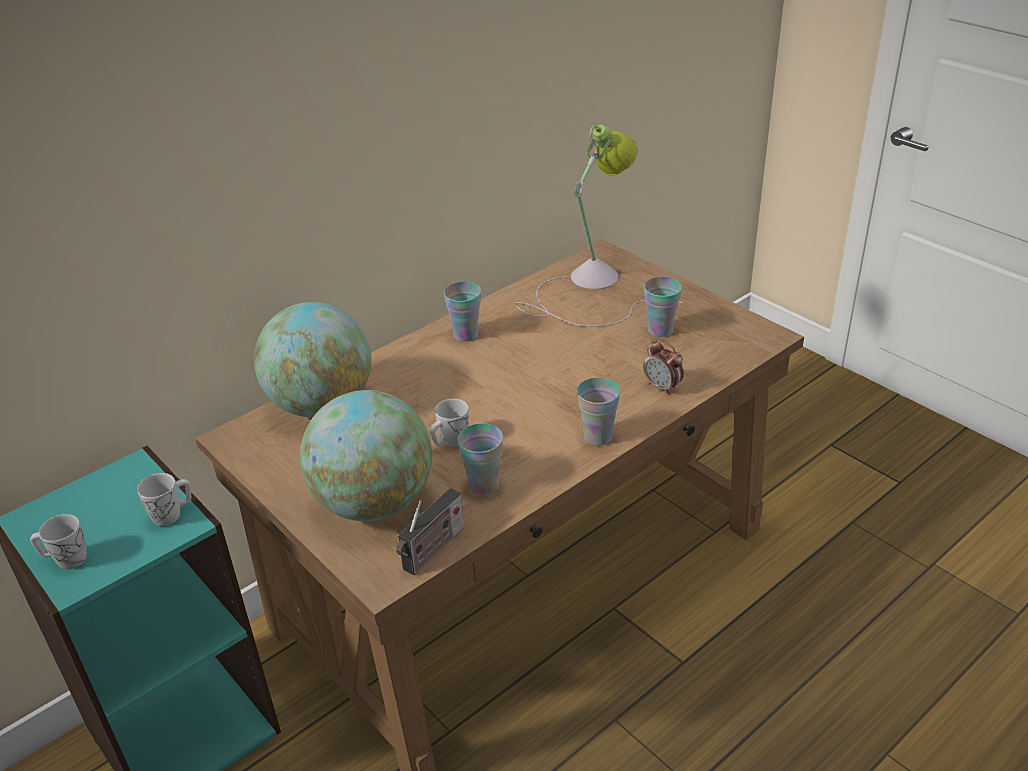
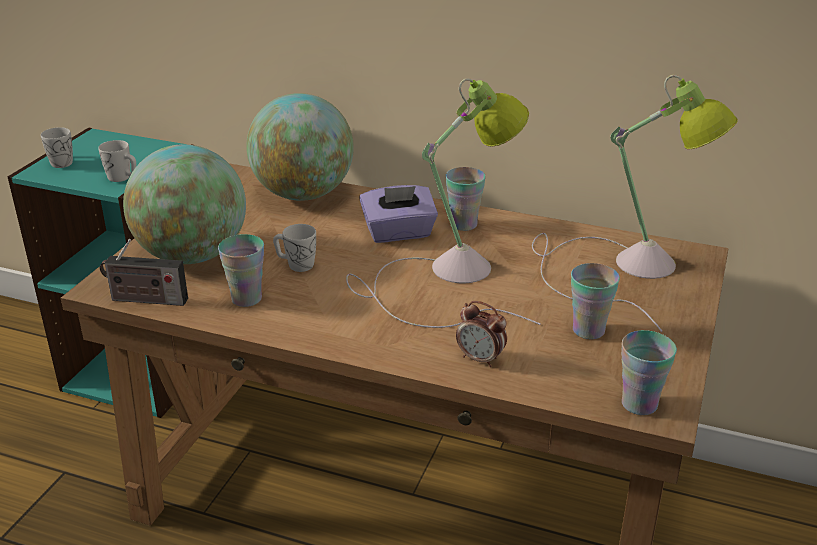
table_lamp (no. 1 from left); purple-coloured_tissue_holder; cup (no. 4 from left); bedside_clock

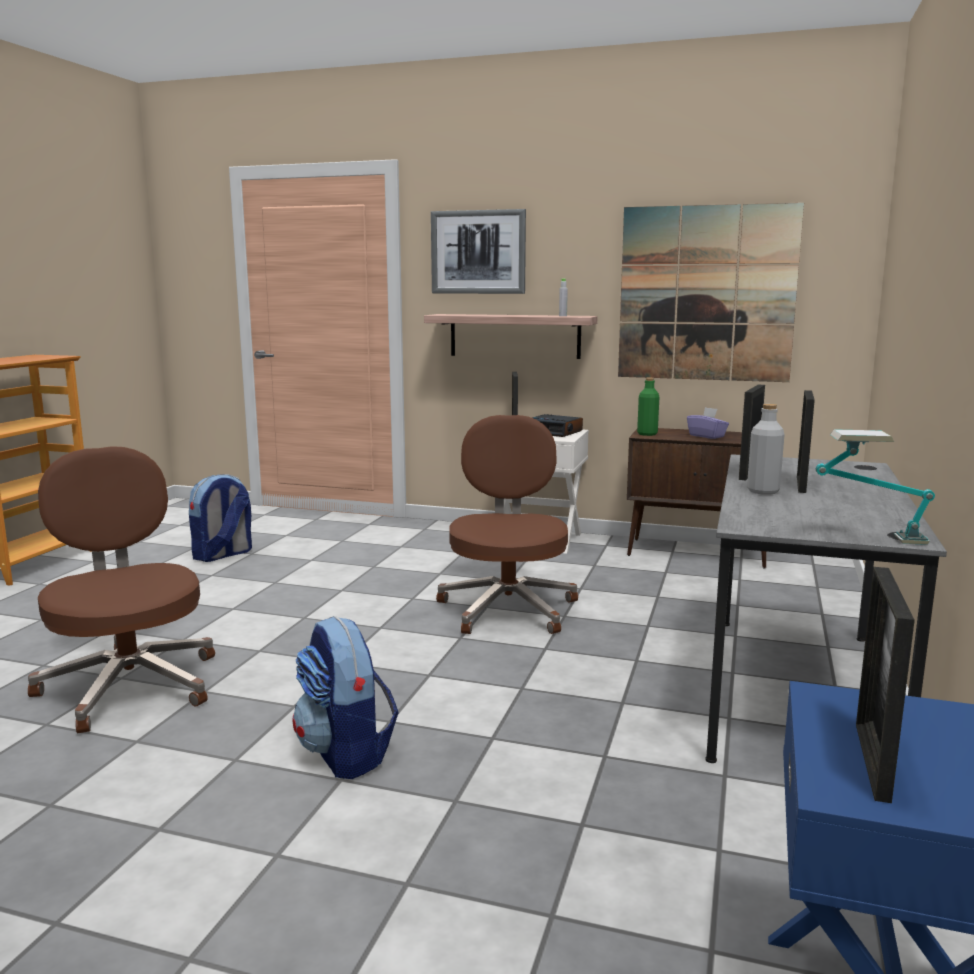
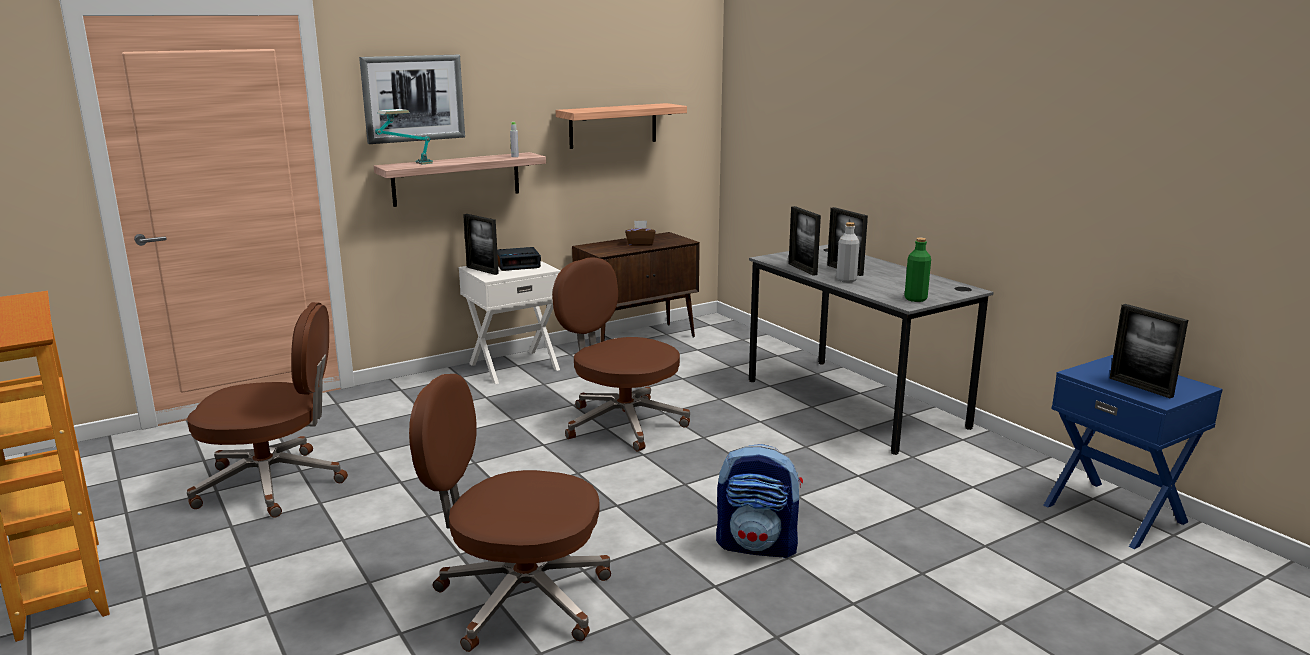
greenish_drink_bottle; table_lamp; brownish_office_chair (no. 1 from left); shelf (no. 2 from left); brownish_tissue_holder

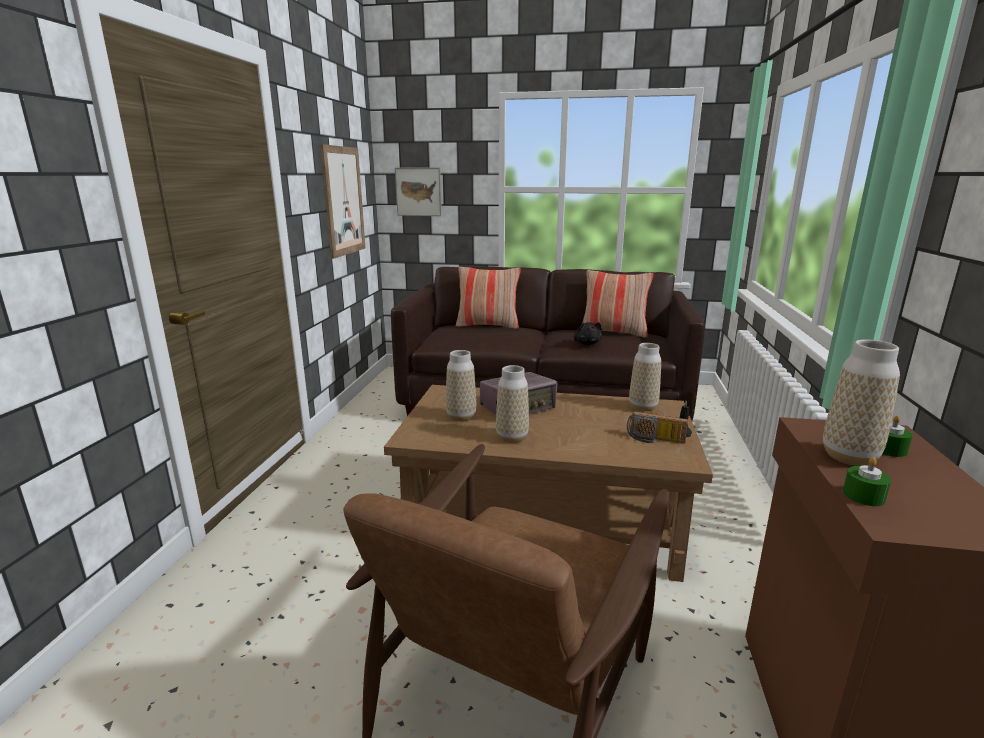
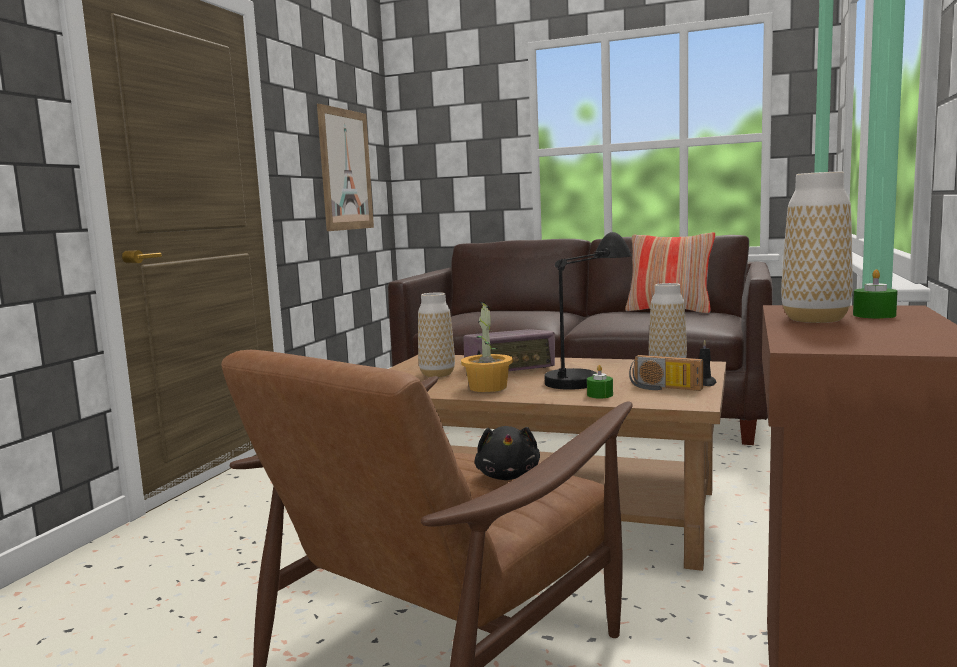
wall_picture (no. 2 from left in the first image); throw_pillow (no. 1 from left in the first image); black_table_lamp; black_cuddly_toy; greenish_wax_light (no. 1 from left); houseplant

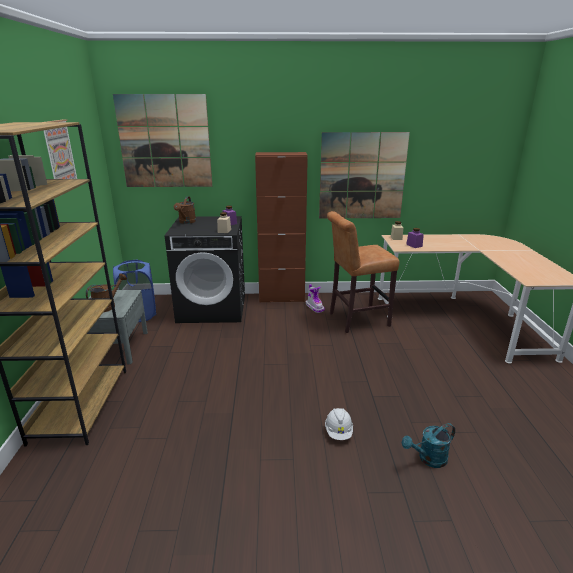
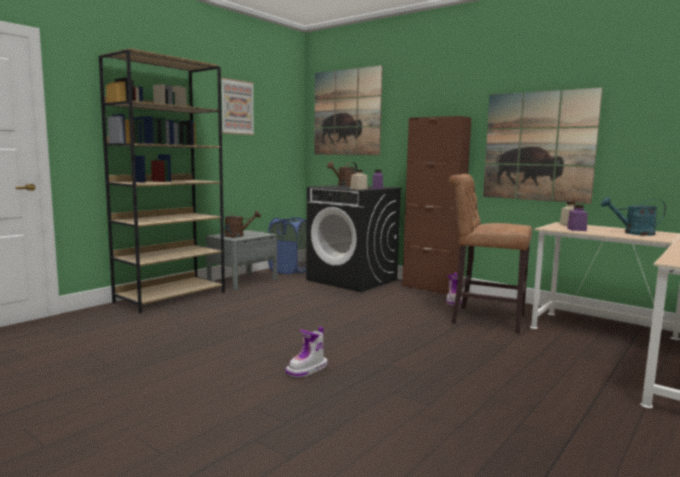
blue-green_sprinkling_can; tall_boot (no. 1 from left)

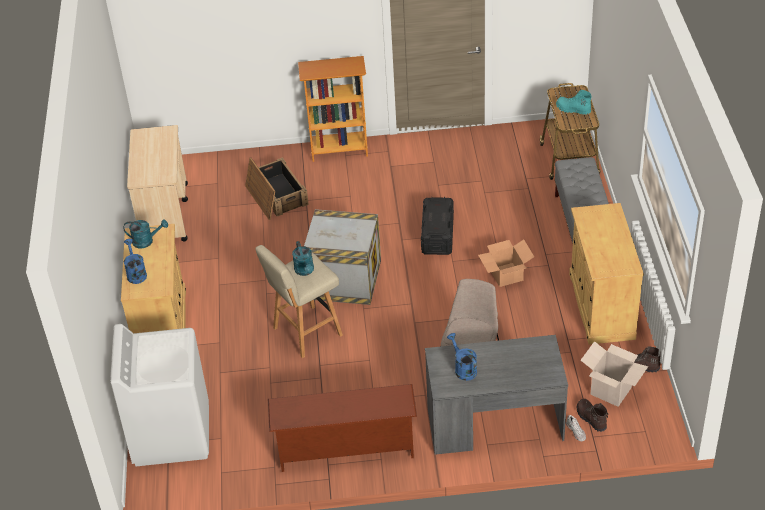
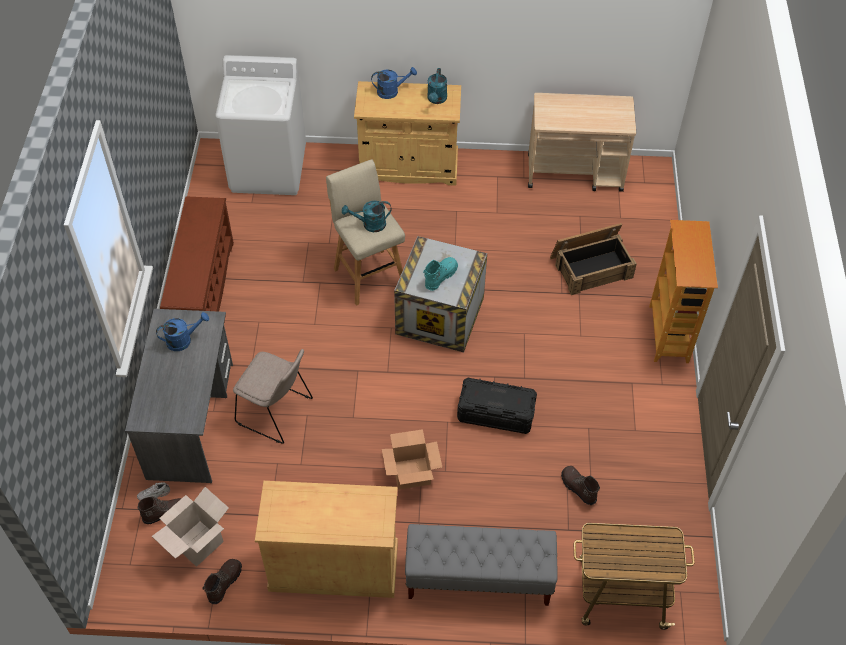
brownish_tall_boot (no. 3 from left); blue-green_tall_boot

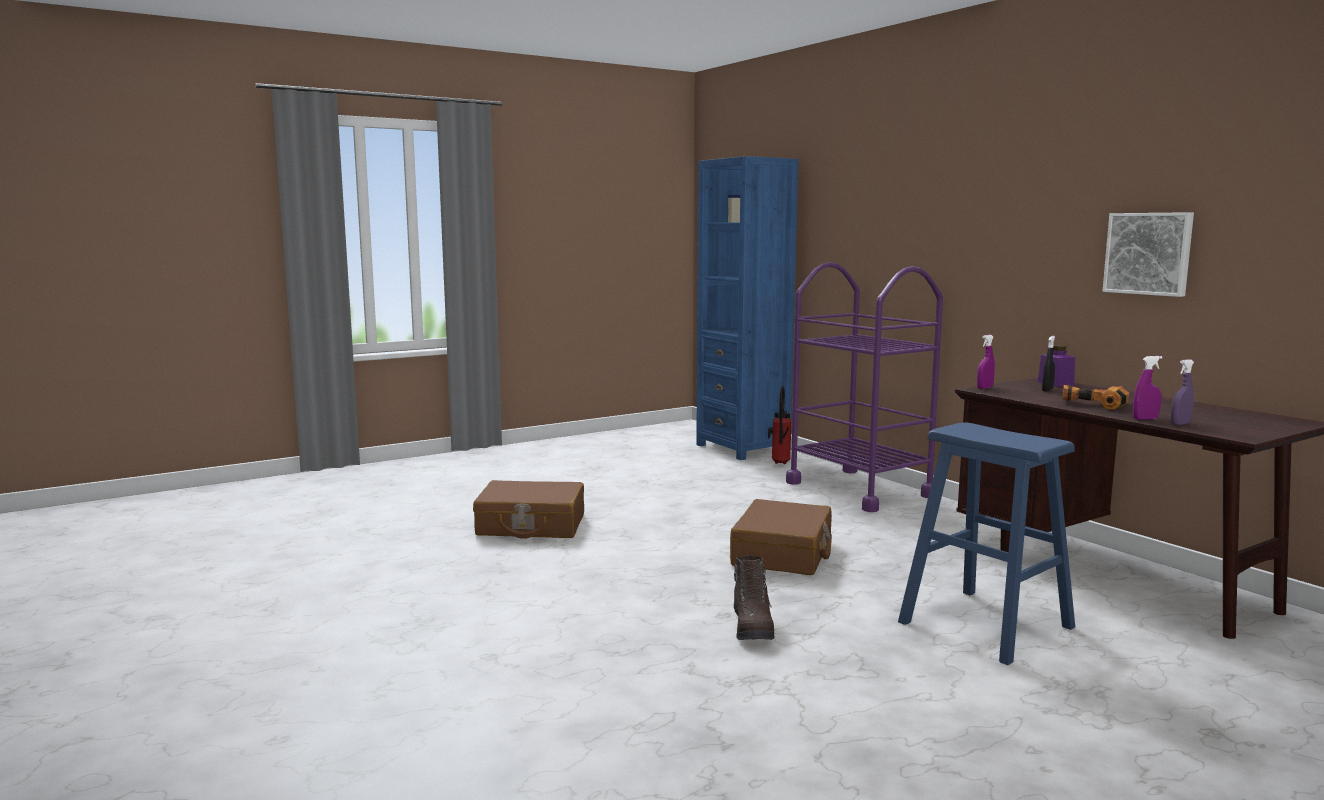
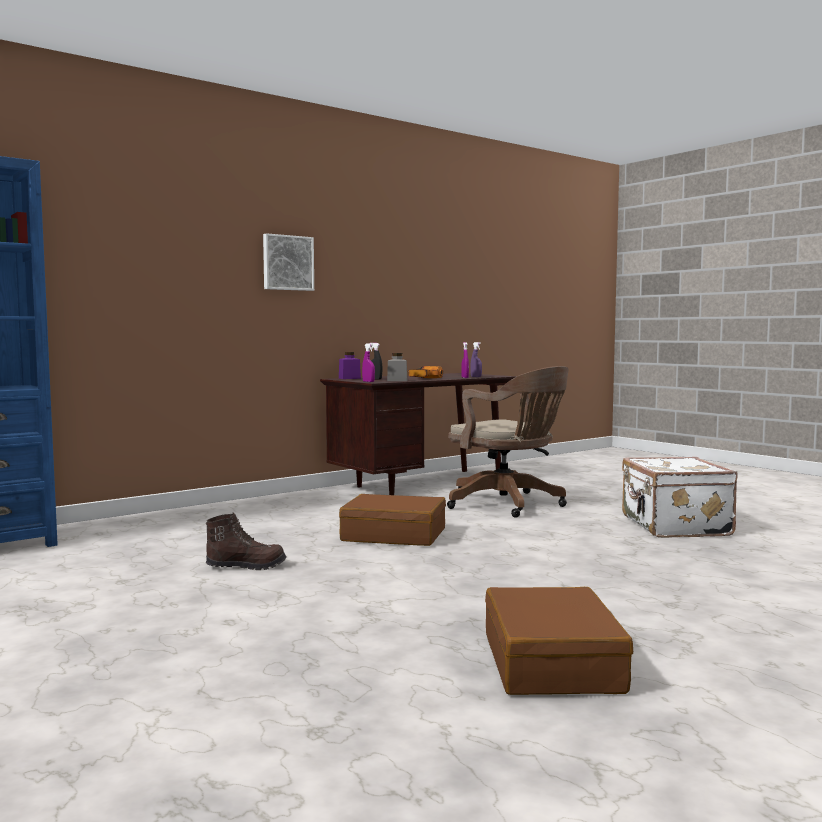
fire-fighting_cylinder; purple-coloured_trolley; gray_storage_jar; white_suitcase; brownish_suitcase (no. 2 from left); brownish_tall_boot; wall_picture; brownish_office_chair

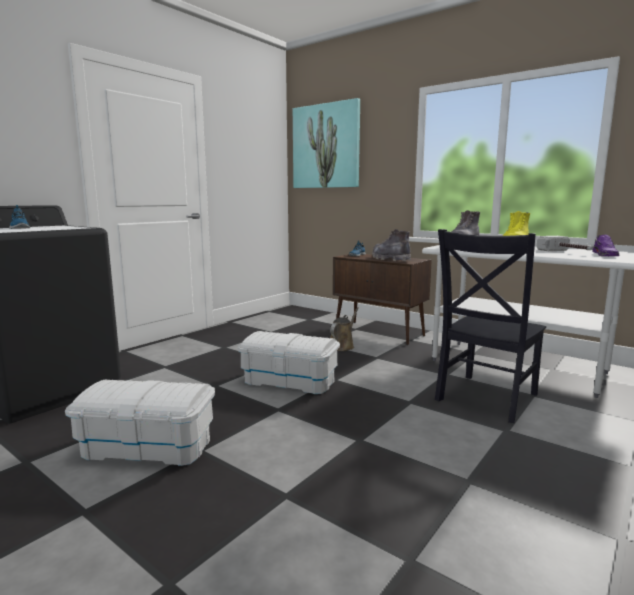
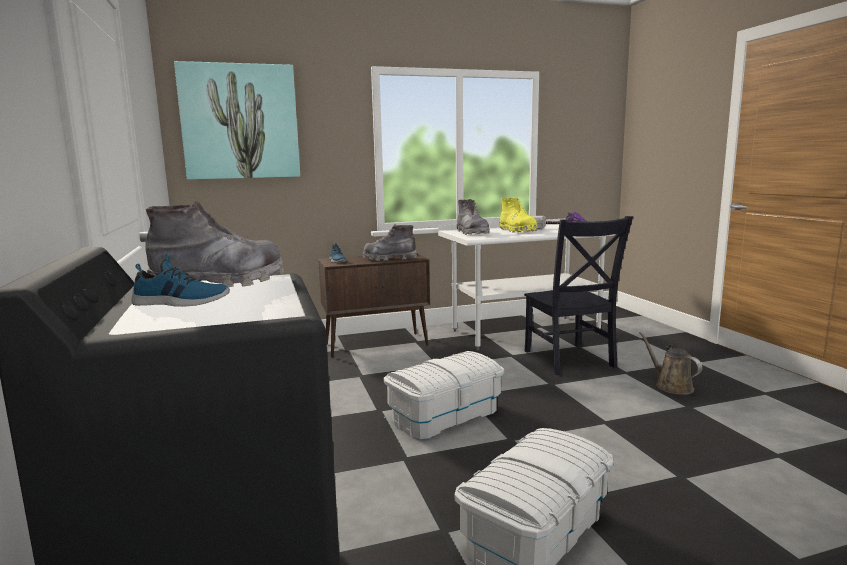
gray_tall_boot (no. 1 from left); brownish_sprinkling_can

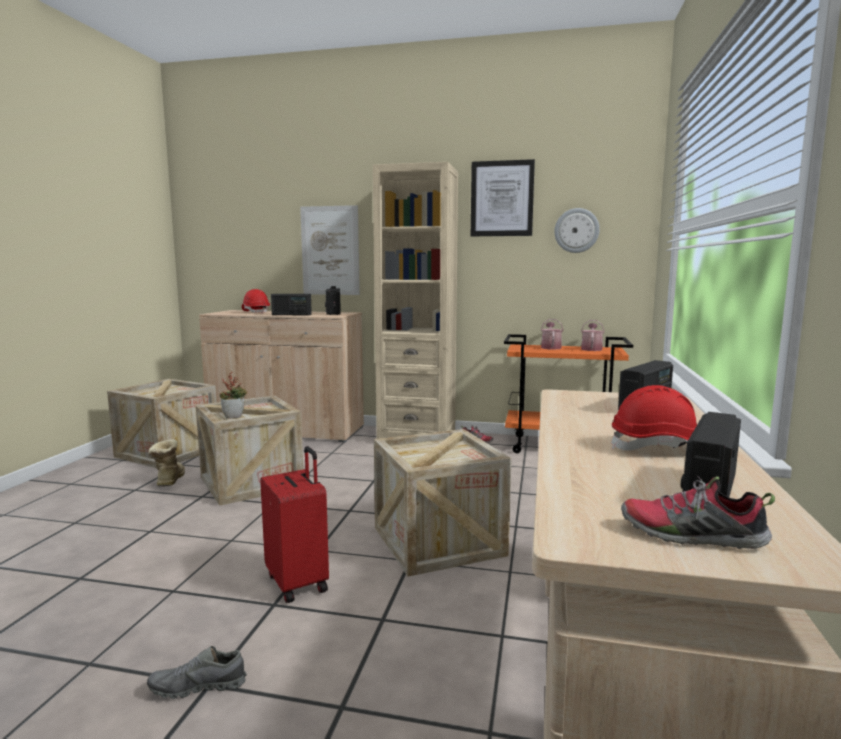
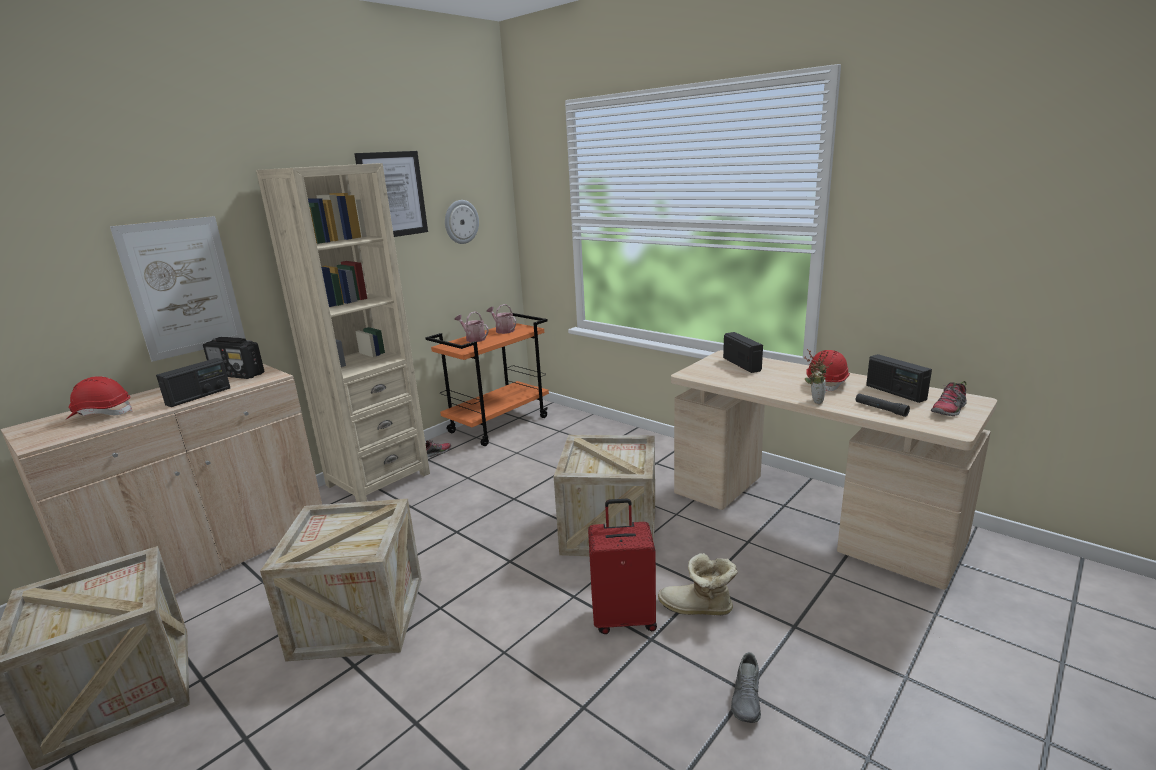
black_torch; tall_boot; houseplant

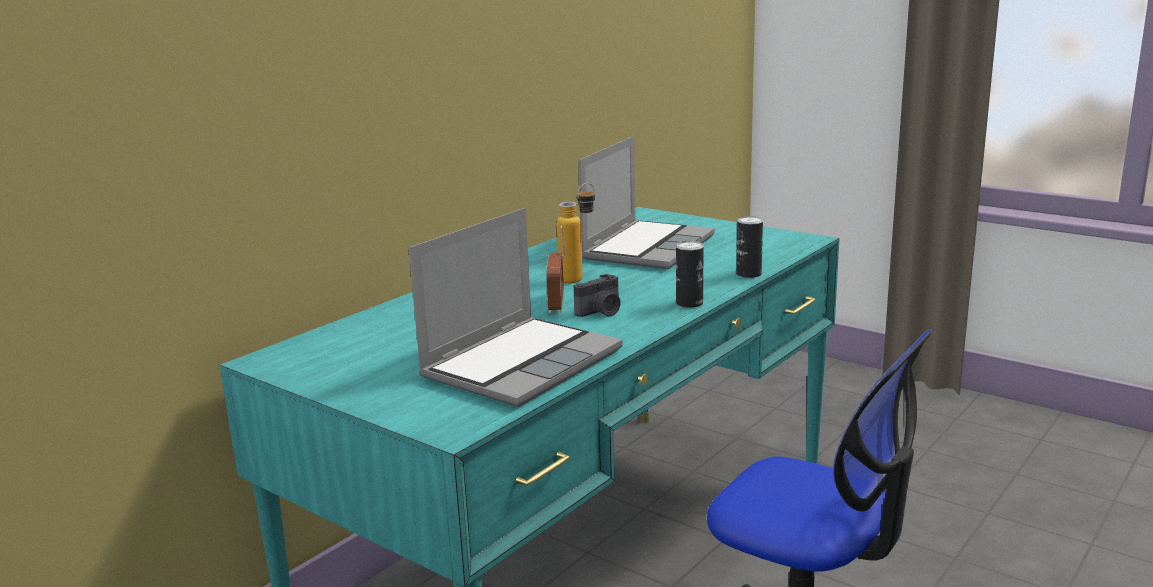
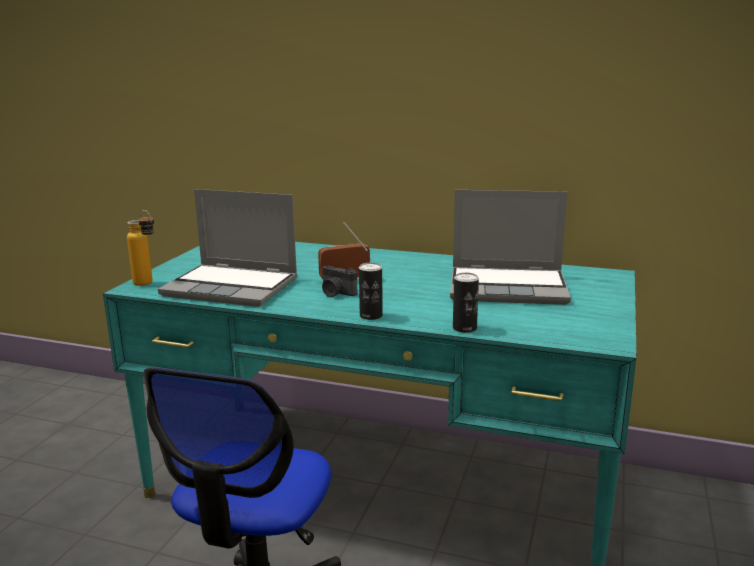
drink_bottle

